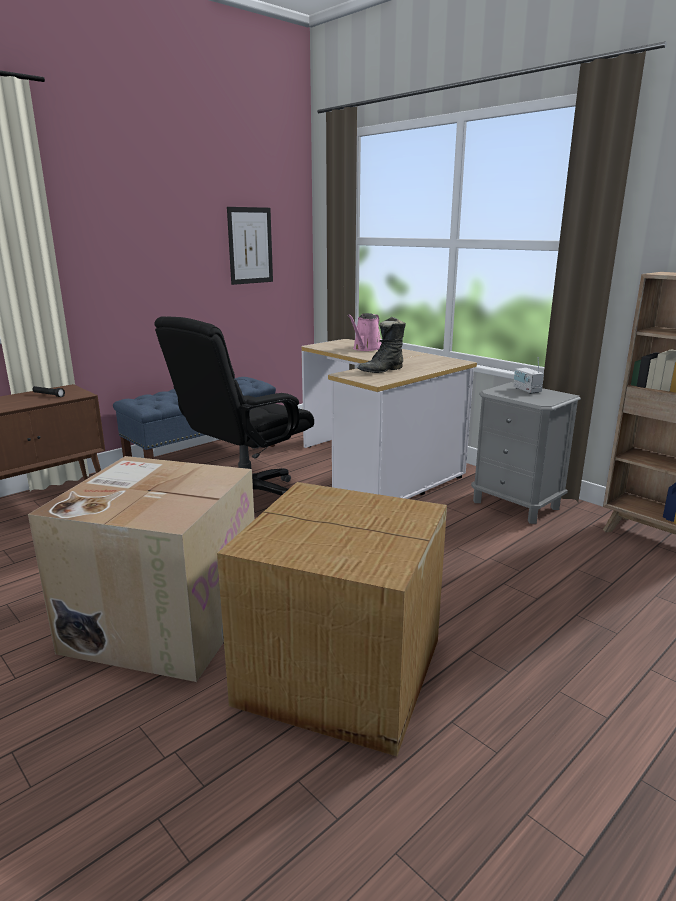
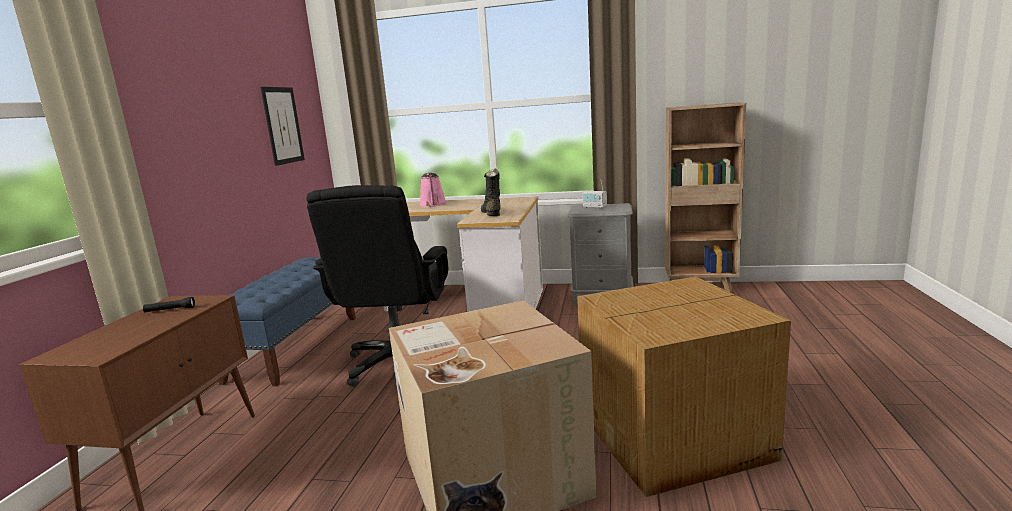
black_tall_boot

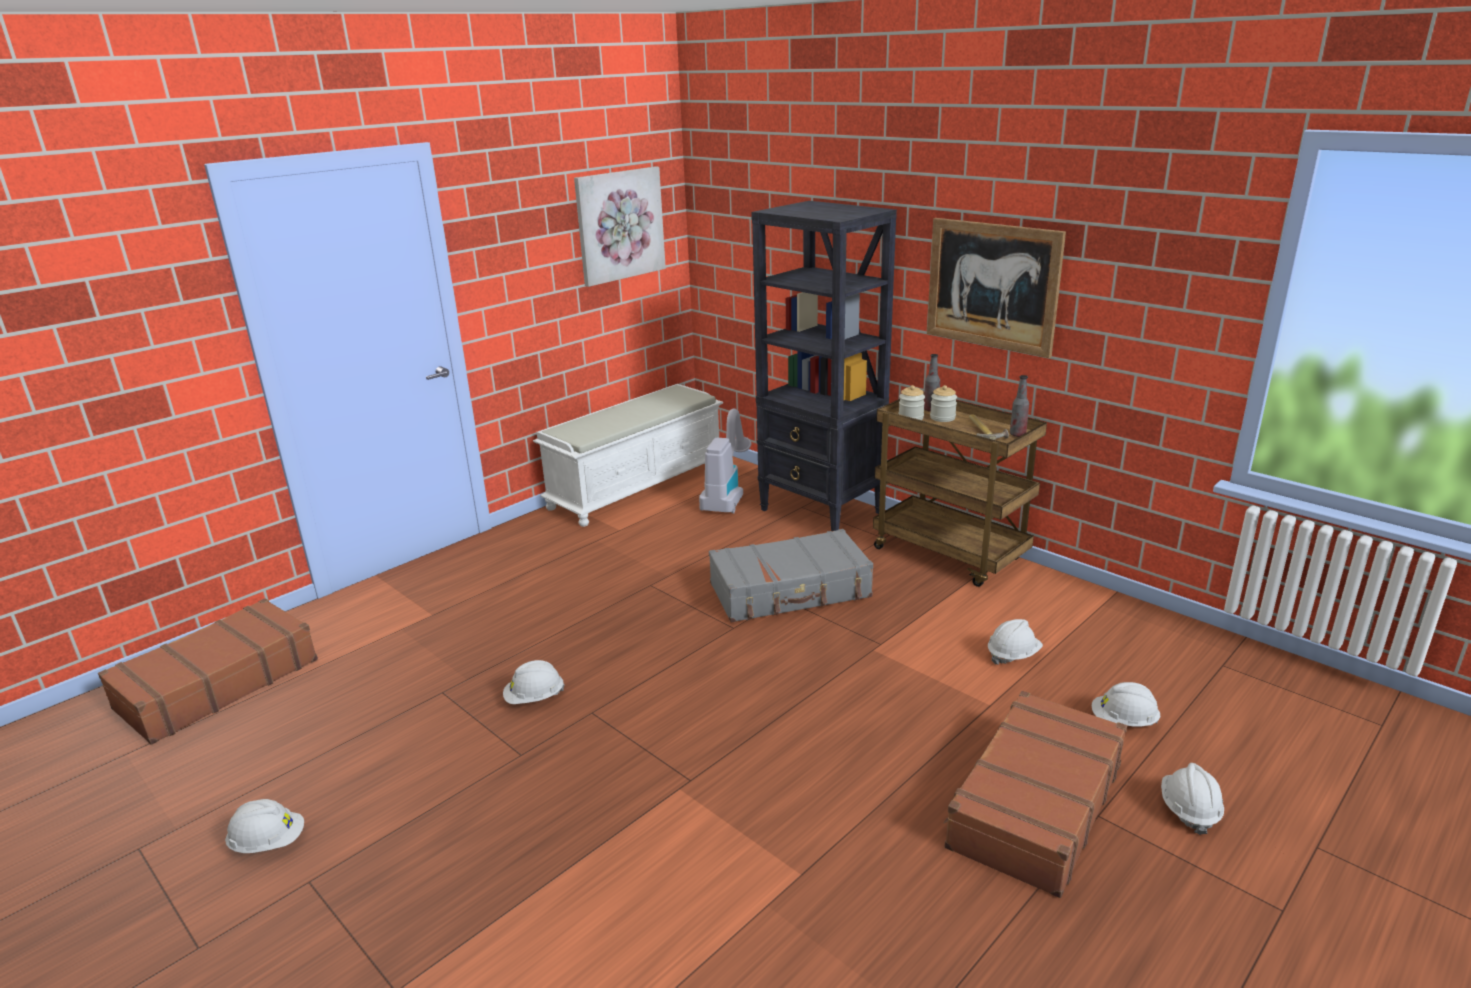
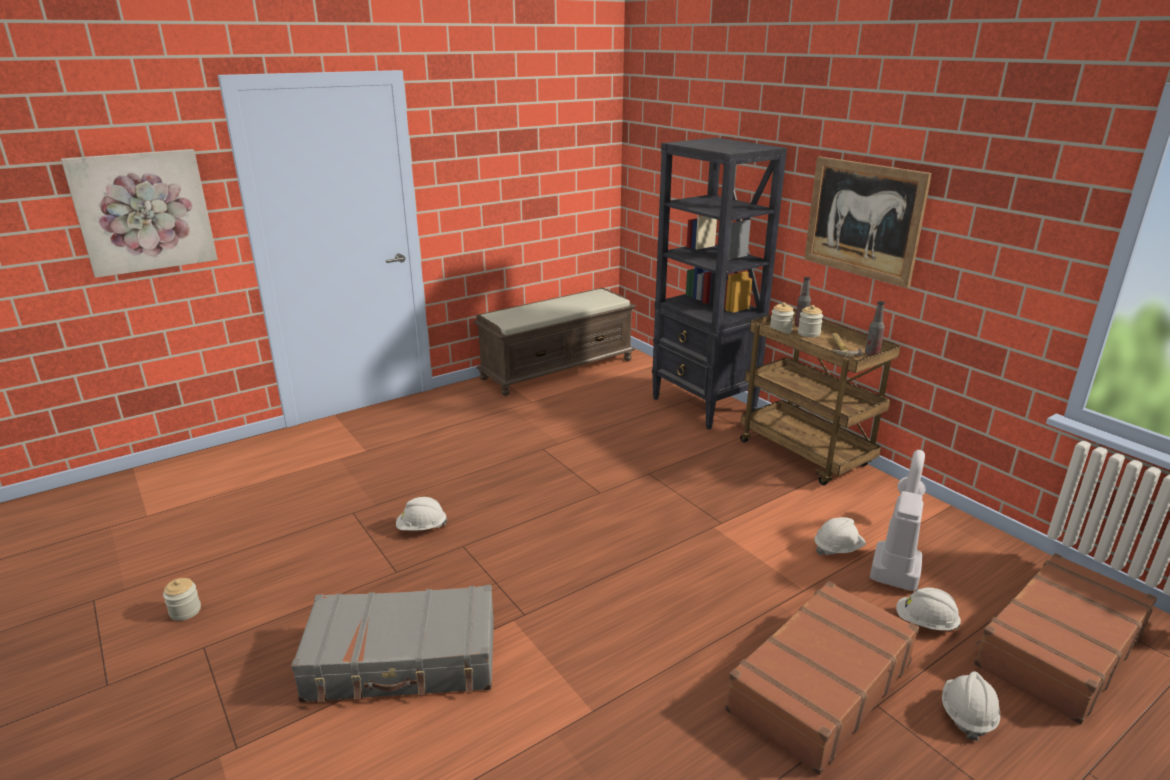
brownish_suitcase (no. 2 from left); wall_picture (no. 1 from left); vacuum; gray_suitcase; storage_jar (no. 1 from left); brownish_indoor_bench

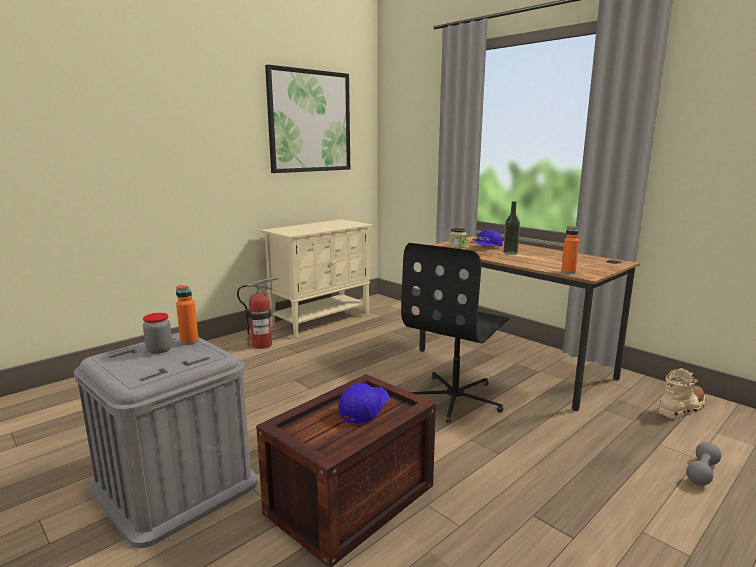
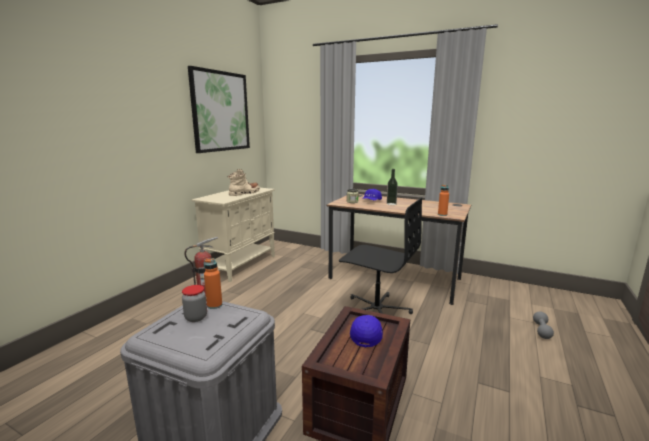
sand-coloured_tall_boot; black_office_chair

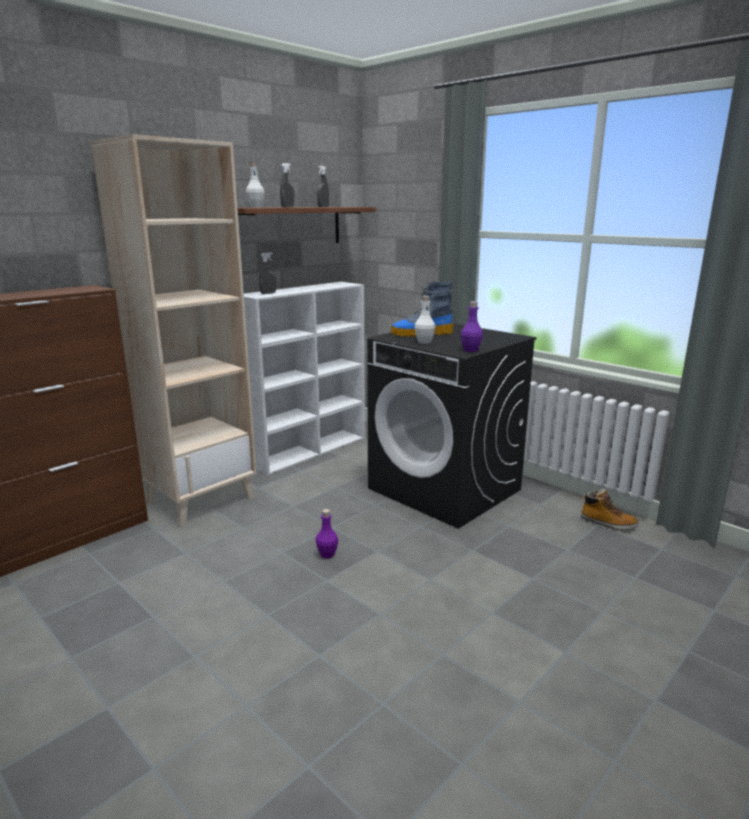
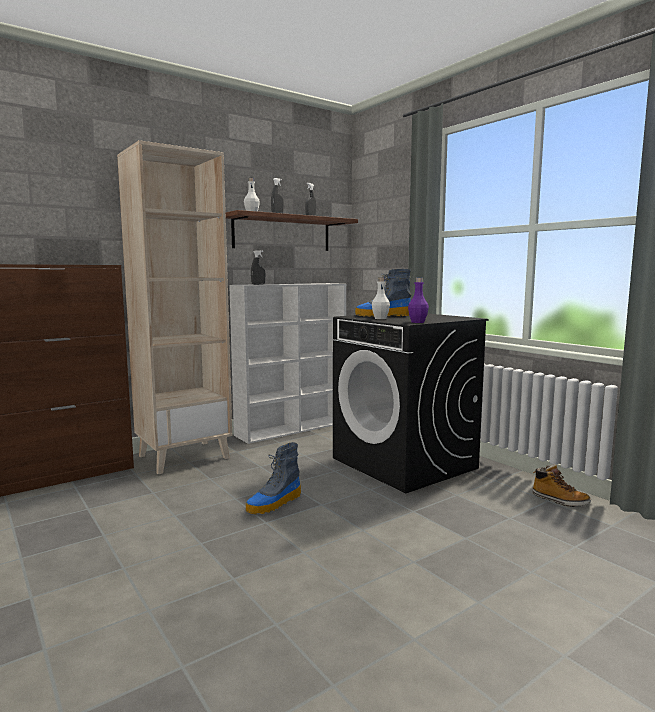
tall_boot (no. 1 from left)

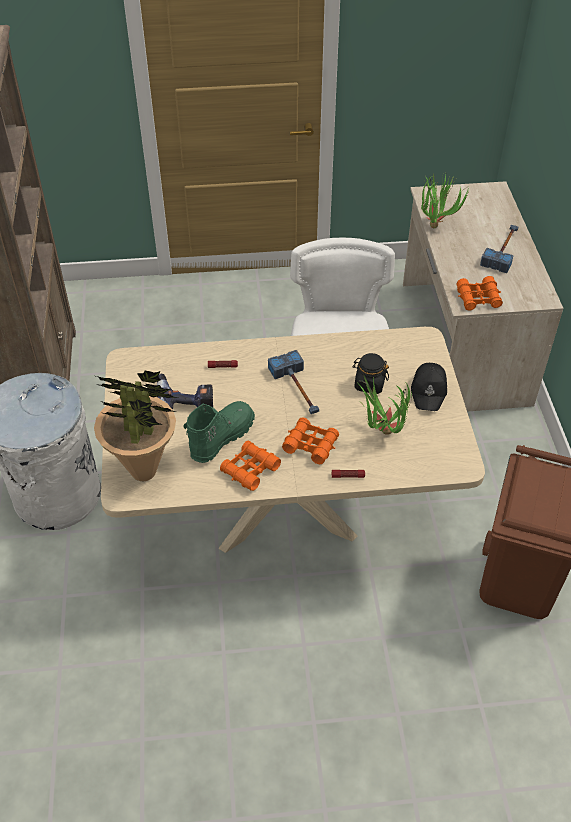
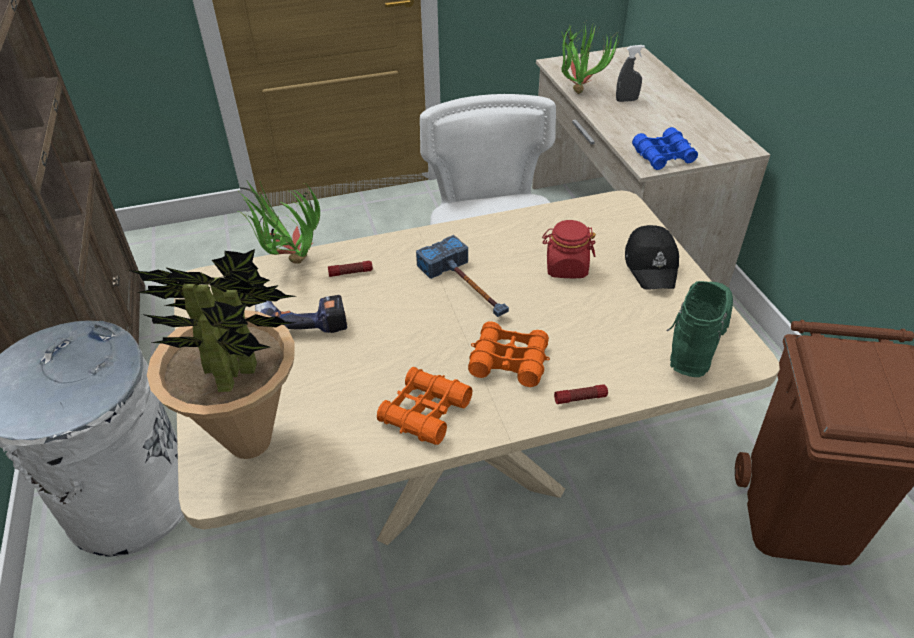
hammer (no. 2 from left in the first image); gray_spray_bottle; greenish_tall_boot; houseplant (no. 2 from left); red_storage_jar; bluish_field_glasses

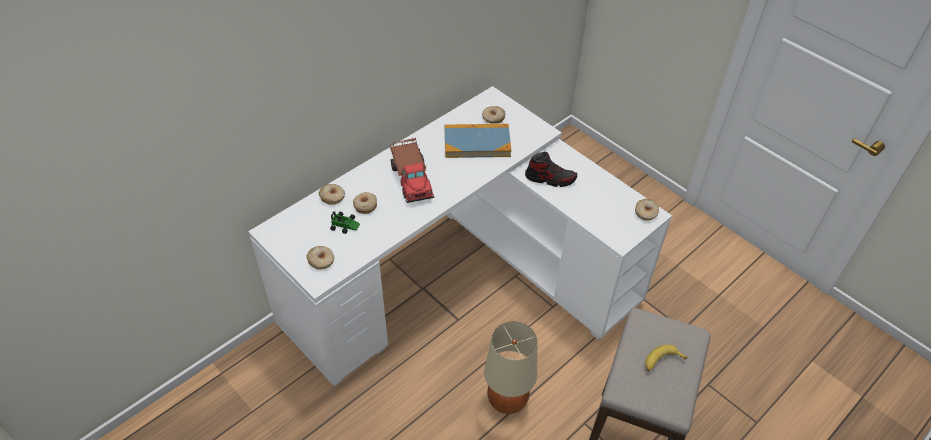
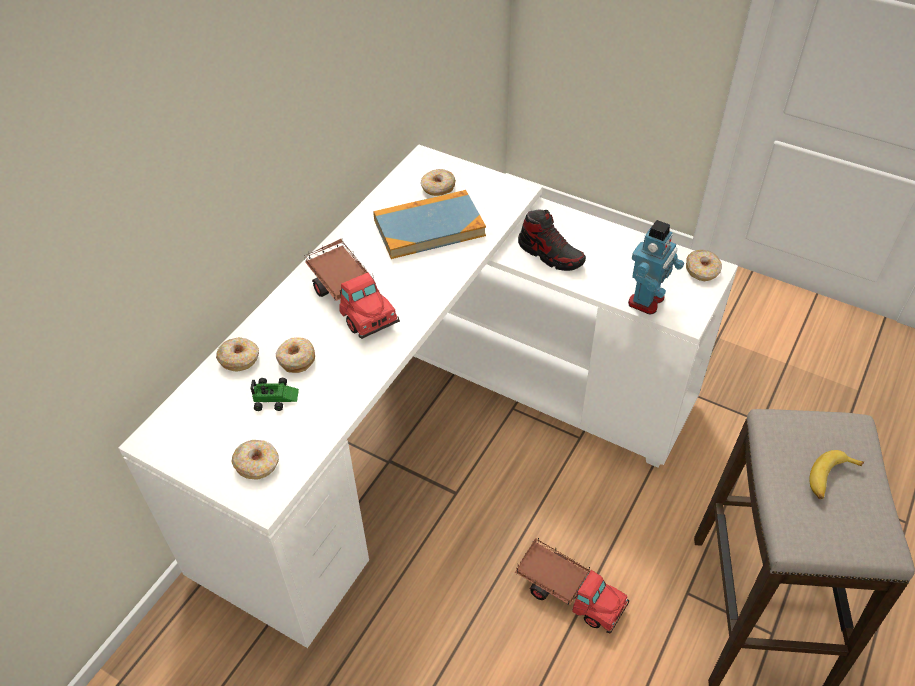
toy_robot; toy_truck (no. 2 from left); low_shoe

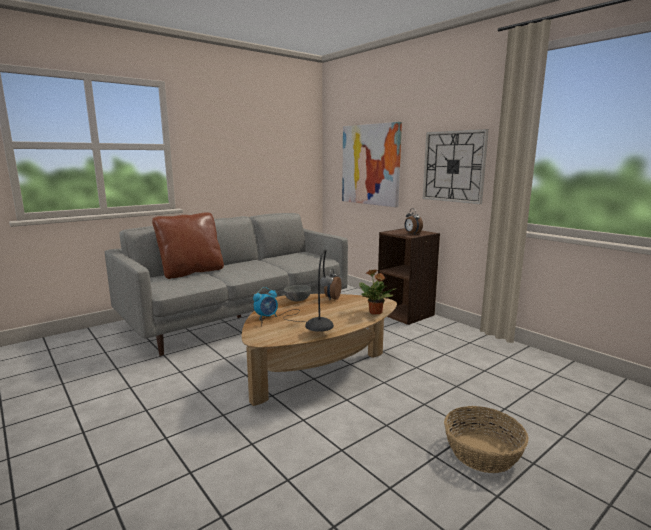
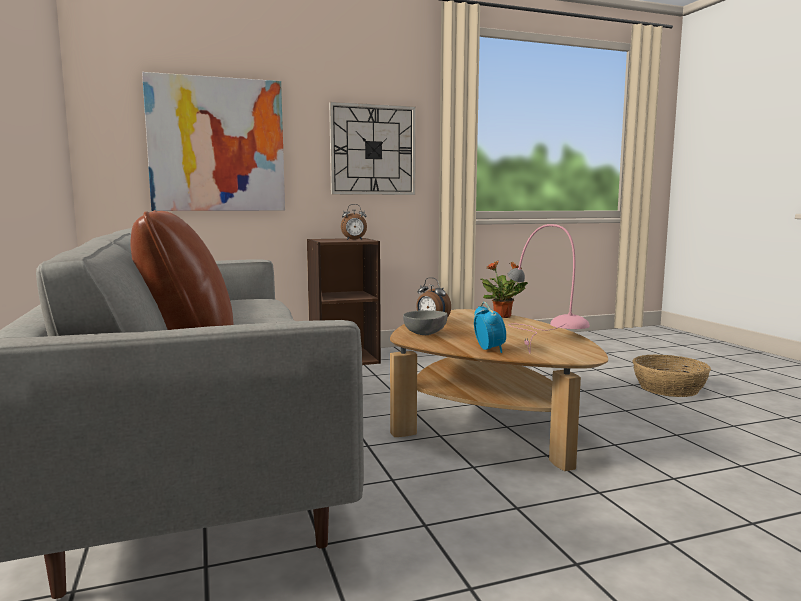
pinkish_table_lamp

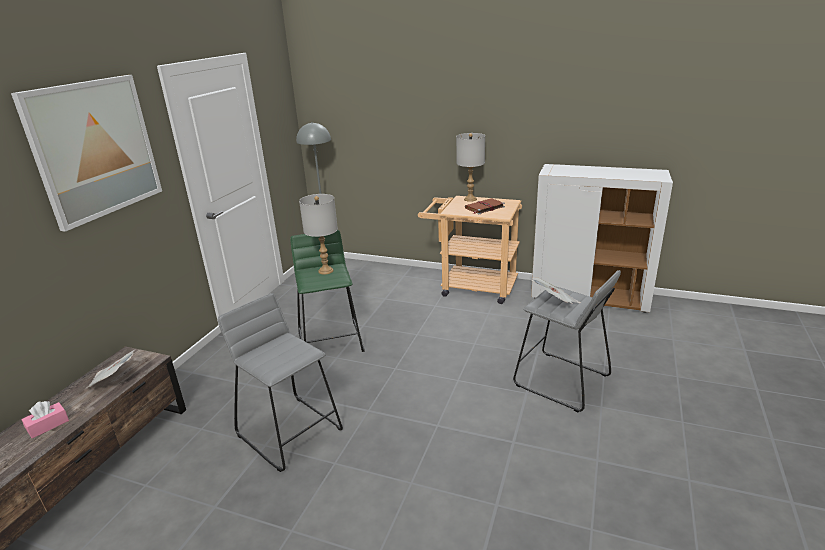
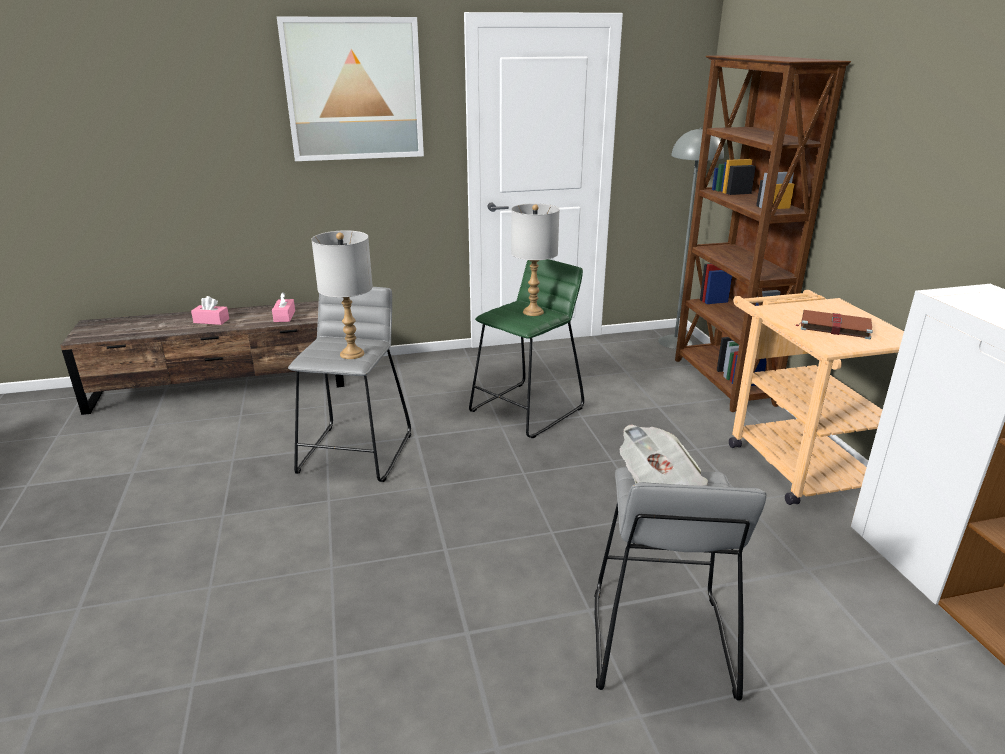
brownish_shelving_unit; gray_table_lamp (no. 1 from left); pinkish_tissue_holder (no. 2 from left)

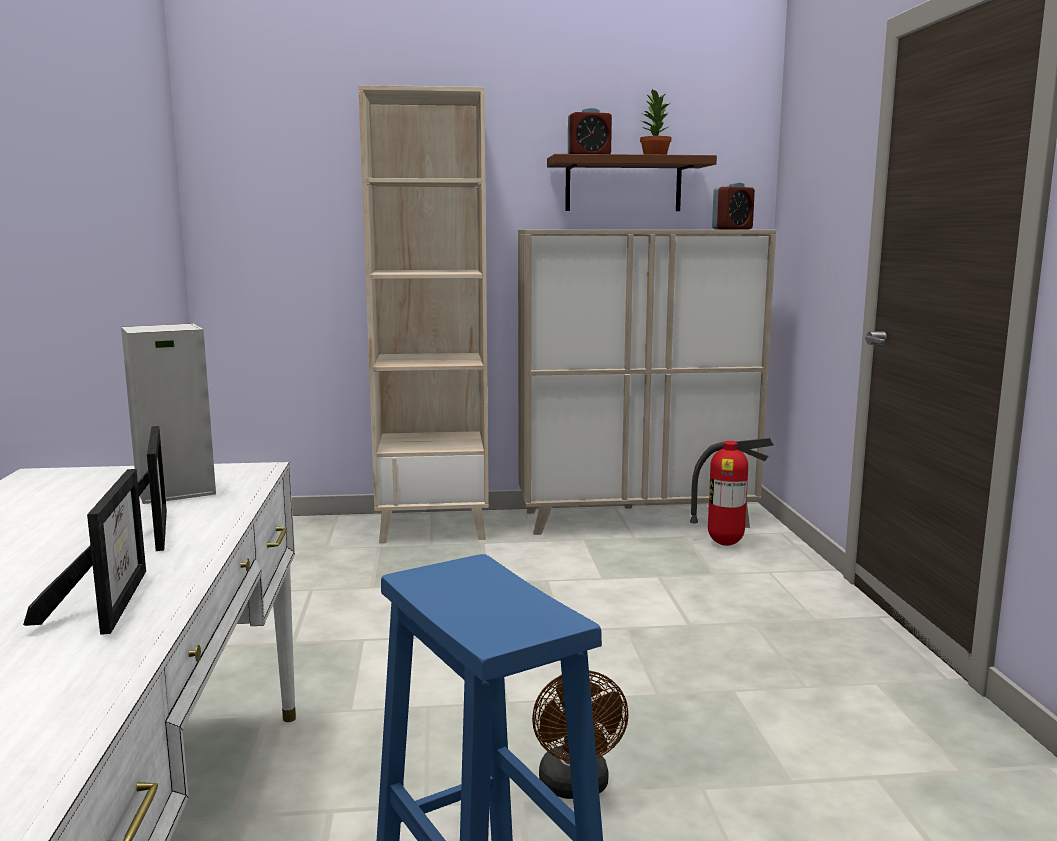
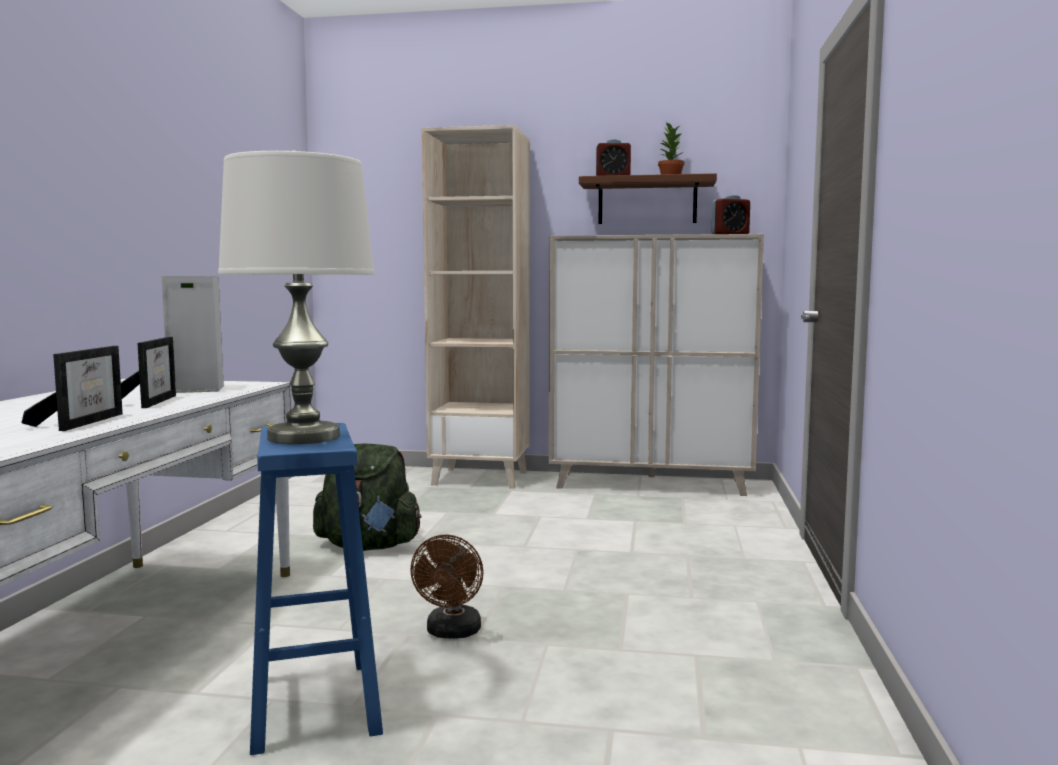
fire-fighting_cylinder; white_table_lamp; greenish_backpack

